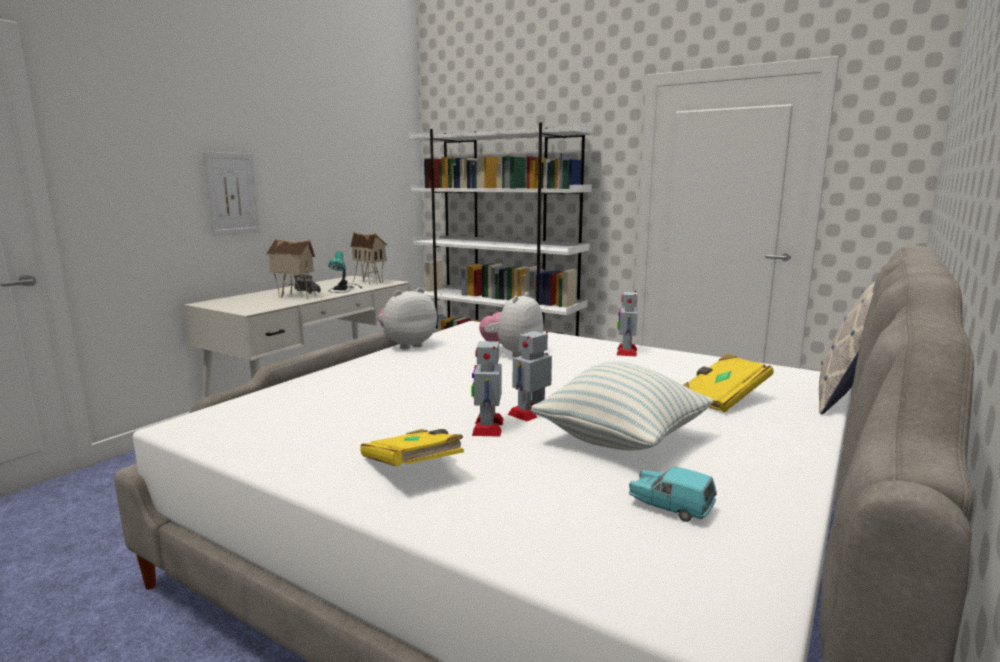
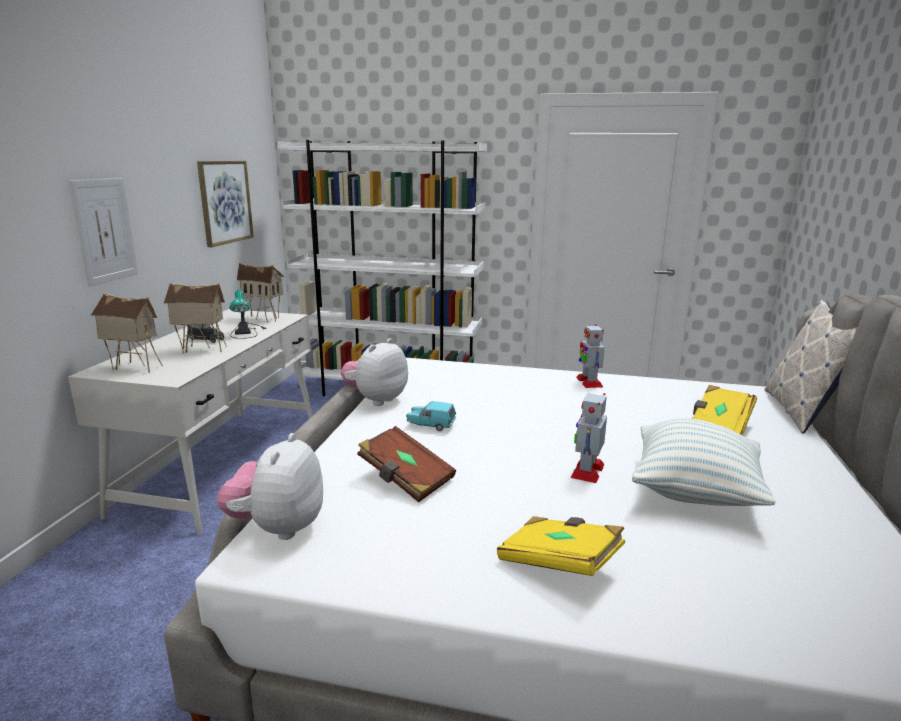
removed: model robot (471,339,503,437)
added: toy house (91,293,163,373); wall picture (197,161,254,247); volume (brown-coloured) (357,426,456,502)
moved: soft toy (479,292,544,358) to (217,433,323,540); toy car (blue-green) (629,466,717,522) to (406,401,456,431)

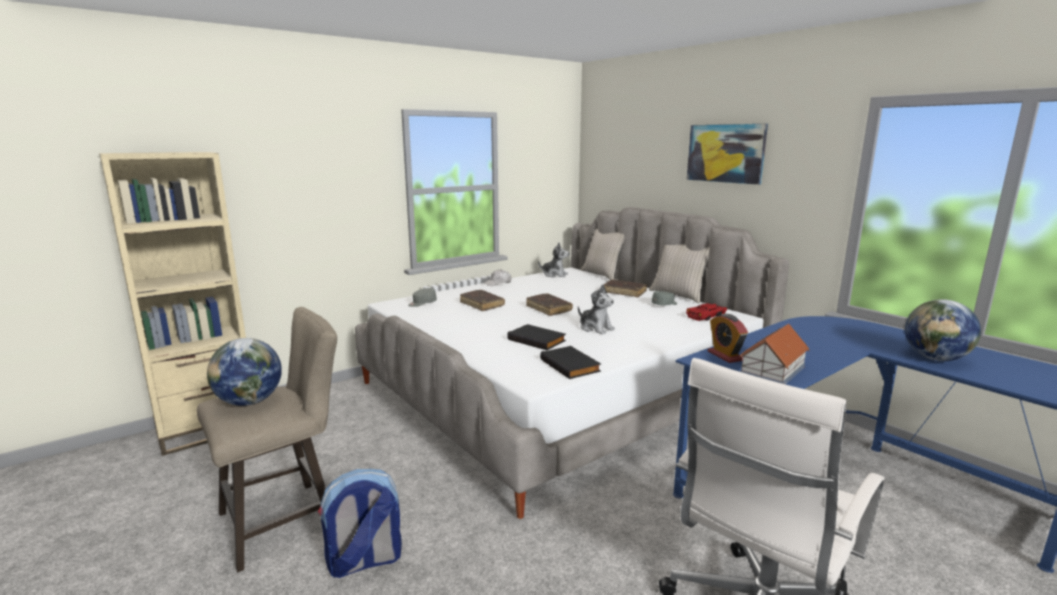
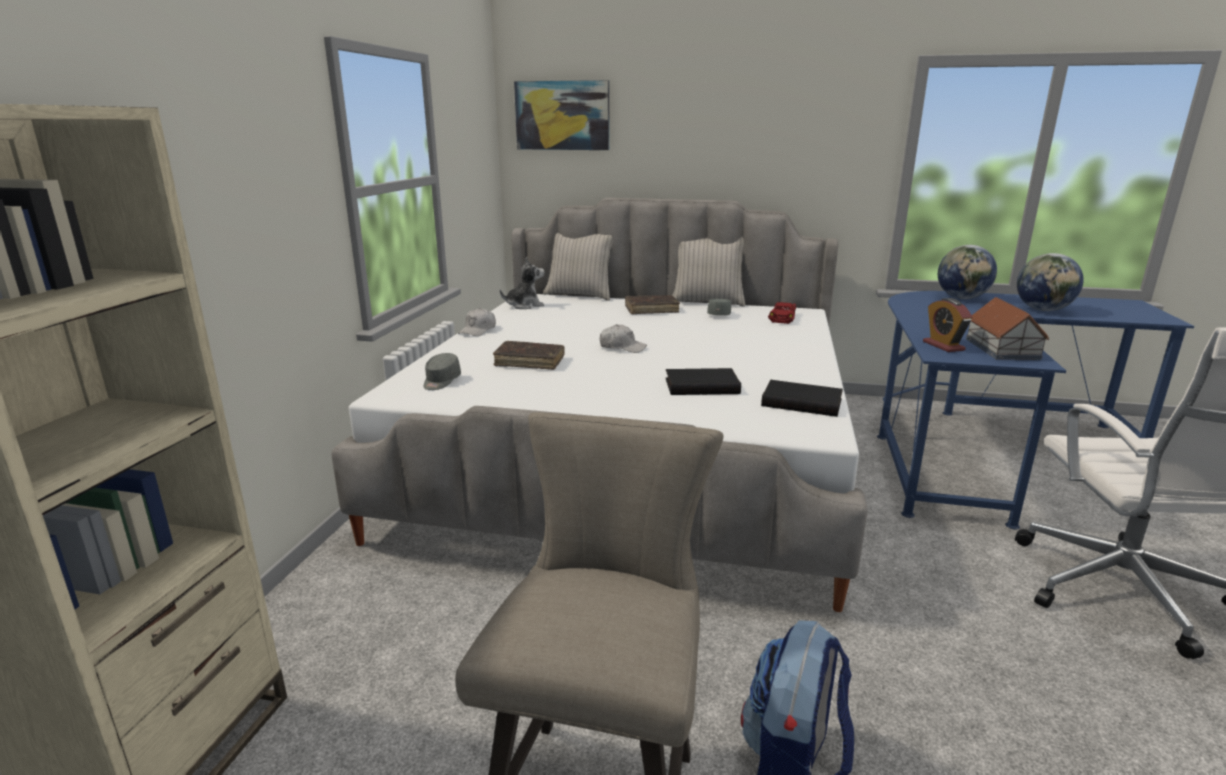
removed: soft toy (578,284,615,334)
moved: globe (207,338,282,406) to (938,245,997,299); wall picture (687,124,768,185) to (514,80,609,150)
replaced: volume (brown-coloured) (526,293,573,316) to baseball cap (white-coloured) (600,324,647,353)
turned: table clock (708,314,748,363) = (923,298,972,352) 45 degrees clockwise

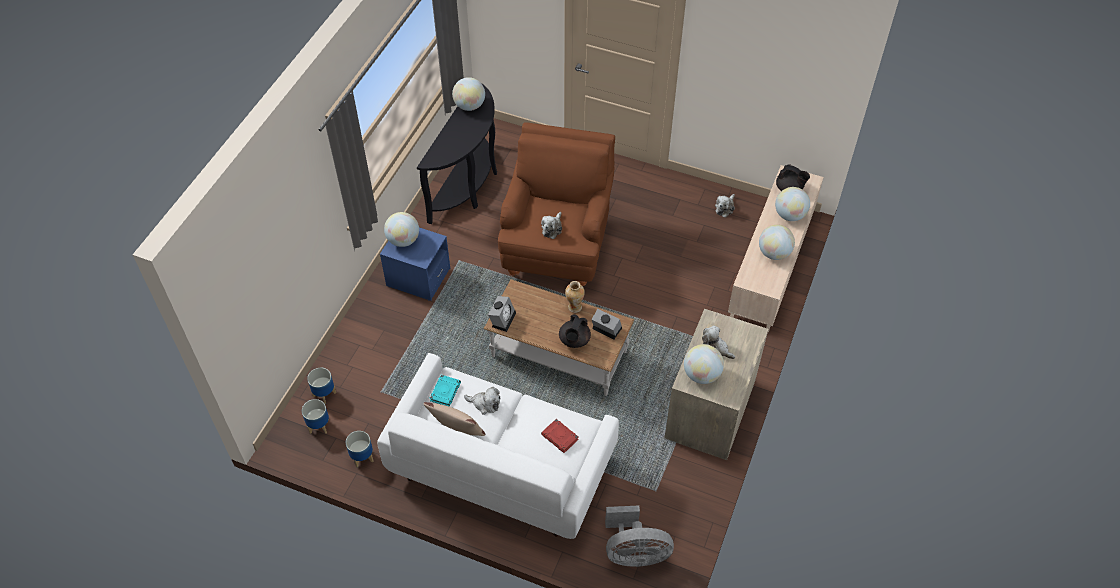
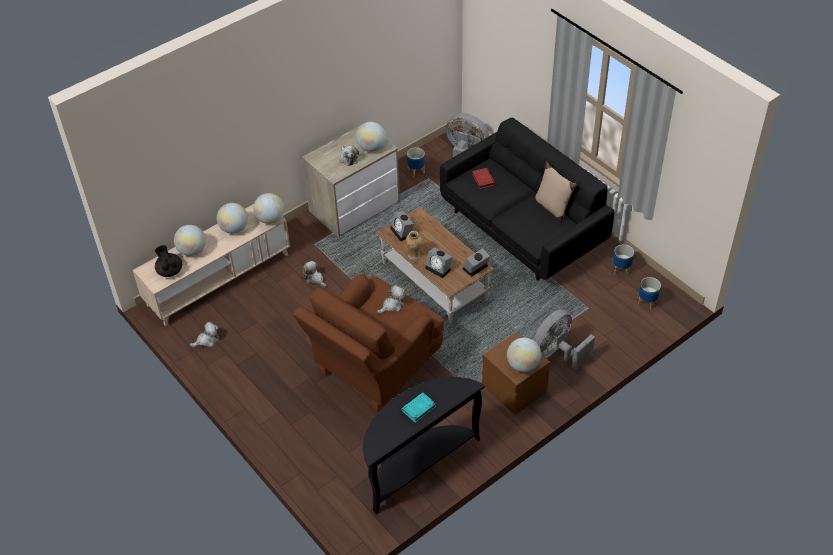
removed: pot for tea (black) (559,314,591,348)
added: table clock (425,248,452,278); fan (grey) (533,310,595,370)
moved: planter (307,368,336,404) to (407,147,425,177); volume (blue-green) (429,375,461,407) to (401,393,436,423); globe (452,77,485,111) to (253,193,284,224); soft toy (464,387,500,415) to (302,261,327,288)
recoloured: settee (white-coloured) (377,353,619,539) to settee (black) (440,118,614,280); nightstand (blue) (380,228,450,301) to nightstand (brown-coloured) (482,332,550,415)

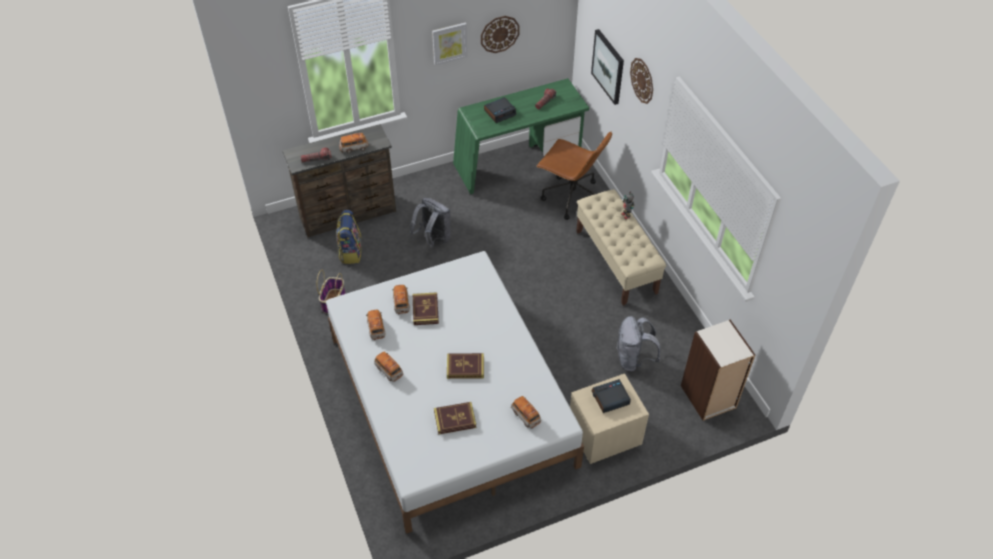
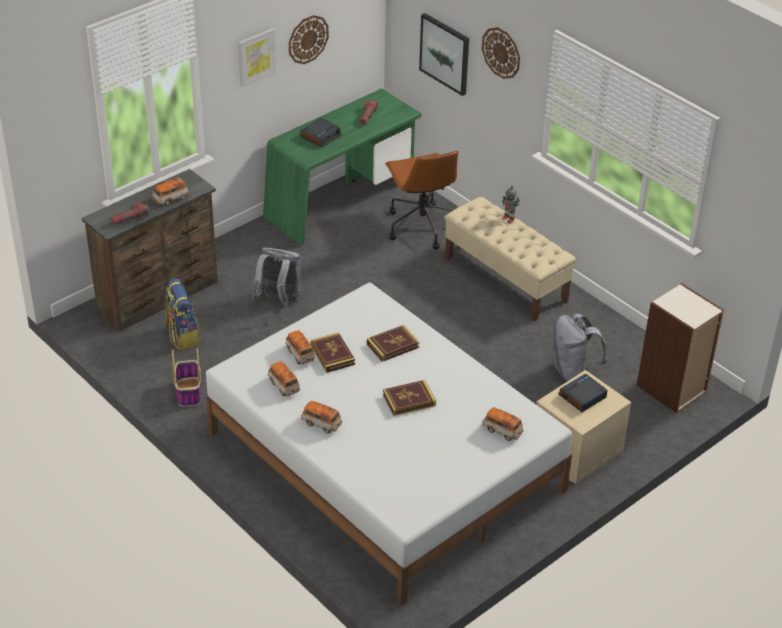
moved: volume (434,402,476,435) to (367,325,419,362)
turned: computer chair (brown-coloured) (536,131,612,220) = (385,151,458,250) 60 degrees clockwise

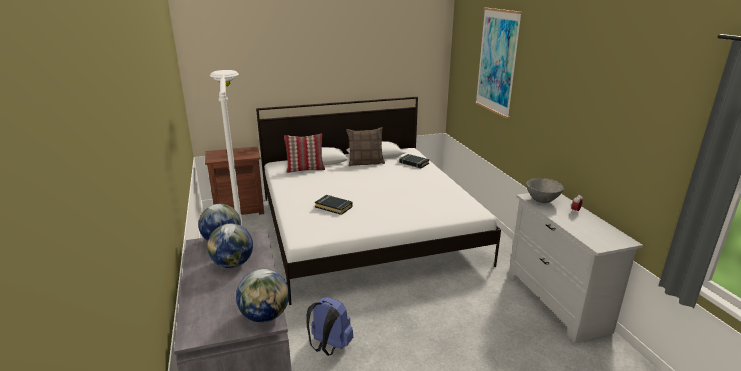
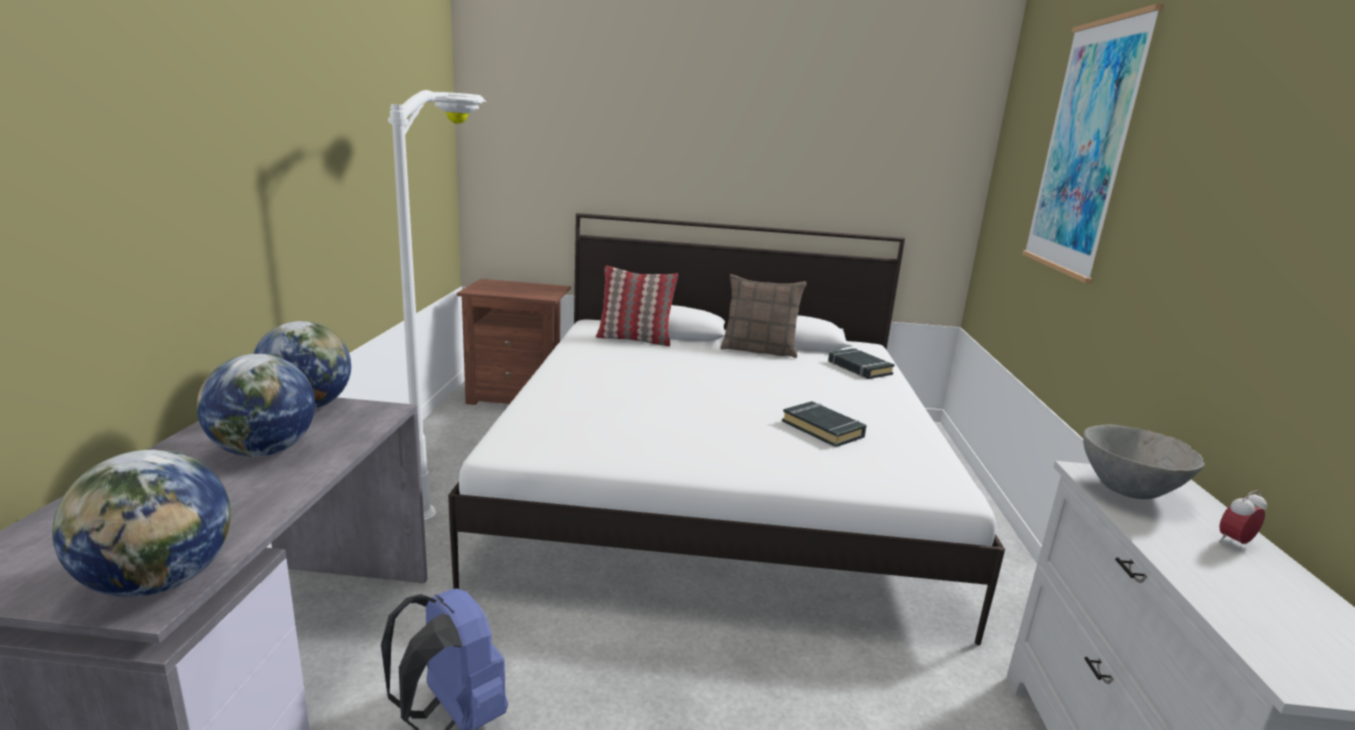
moved: volume (black) (315,195,353,215) to (782,401,867,447)

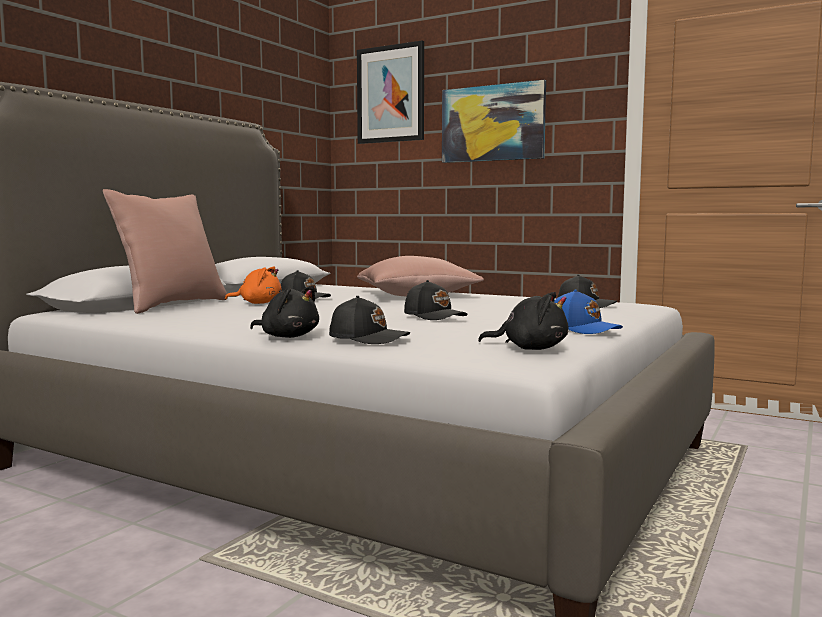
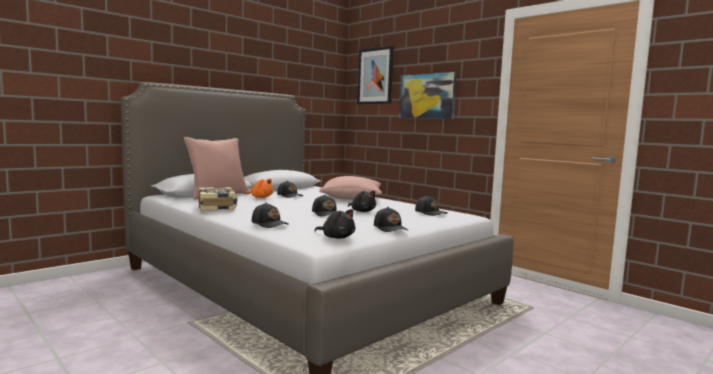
added: volume (199,187,238,211)
moved: soft toy (black) (250,286,319,338) to (348,191,376,212)
recoloured: baseball cap (blue) (554,289,623,334) to baseball cap (black) (374,207,408,232)

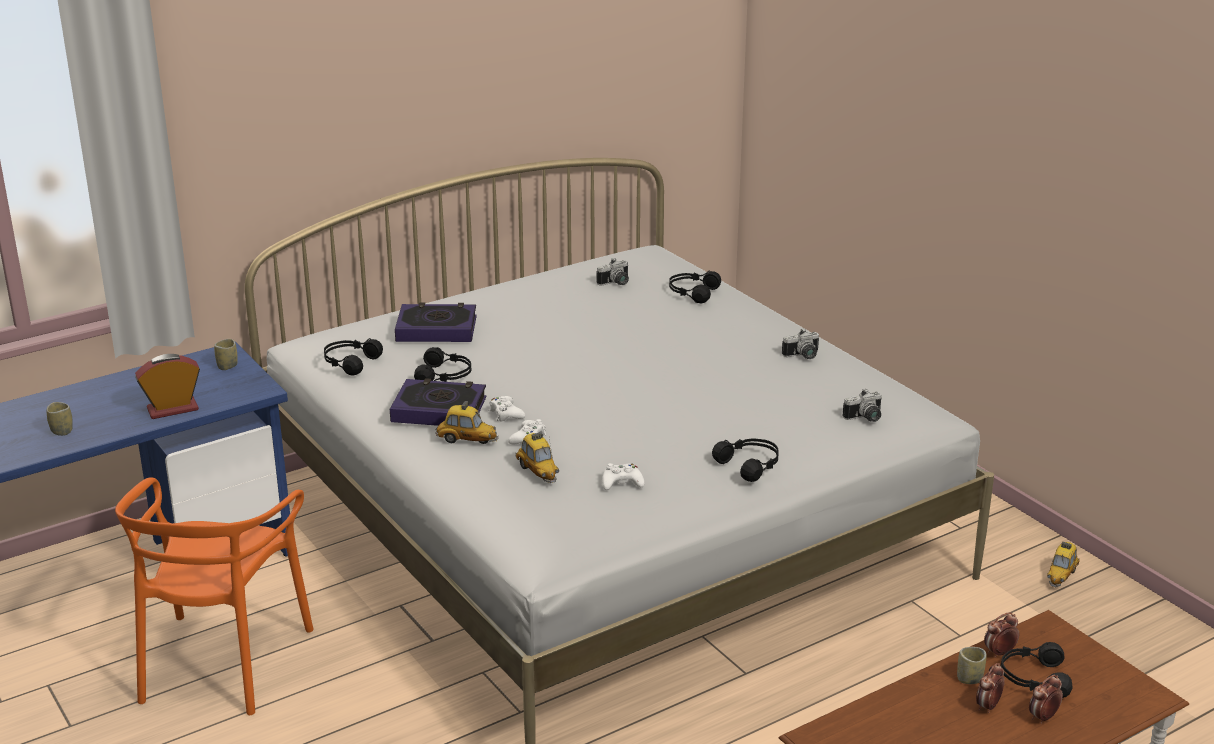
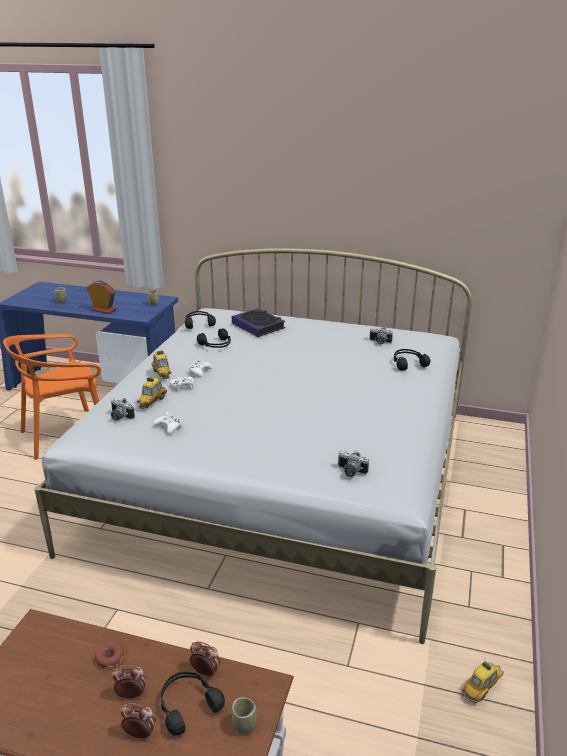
removed: volume (390,378,486,426); headset (black) (712,439,779,482)
added: doughnut (95,642,124,669)
moved: still camera (782,328,819,359) to (110,398,135,420); cup (957,647,987,684) to (232,697,257,735)
turned: toy car (1047,542,1080,587) = (462,661,504,703) 150 degrees clockwise

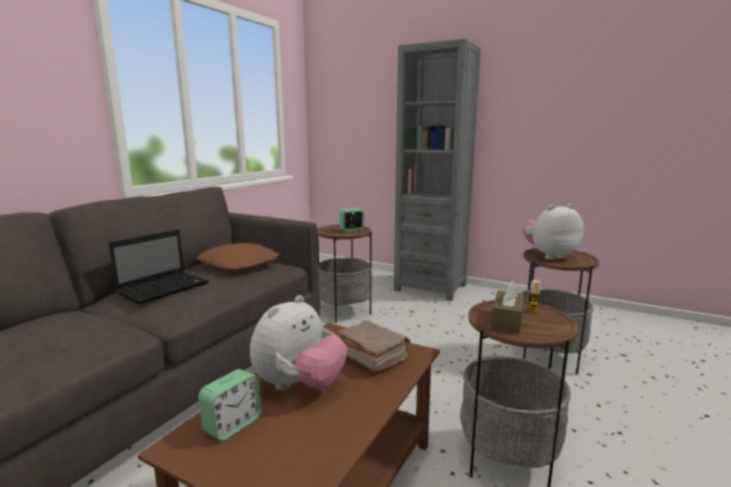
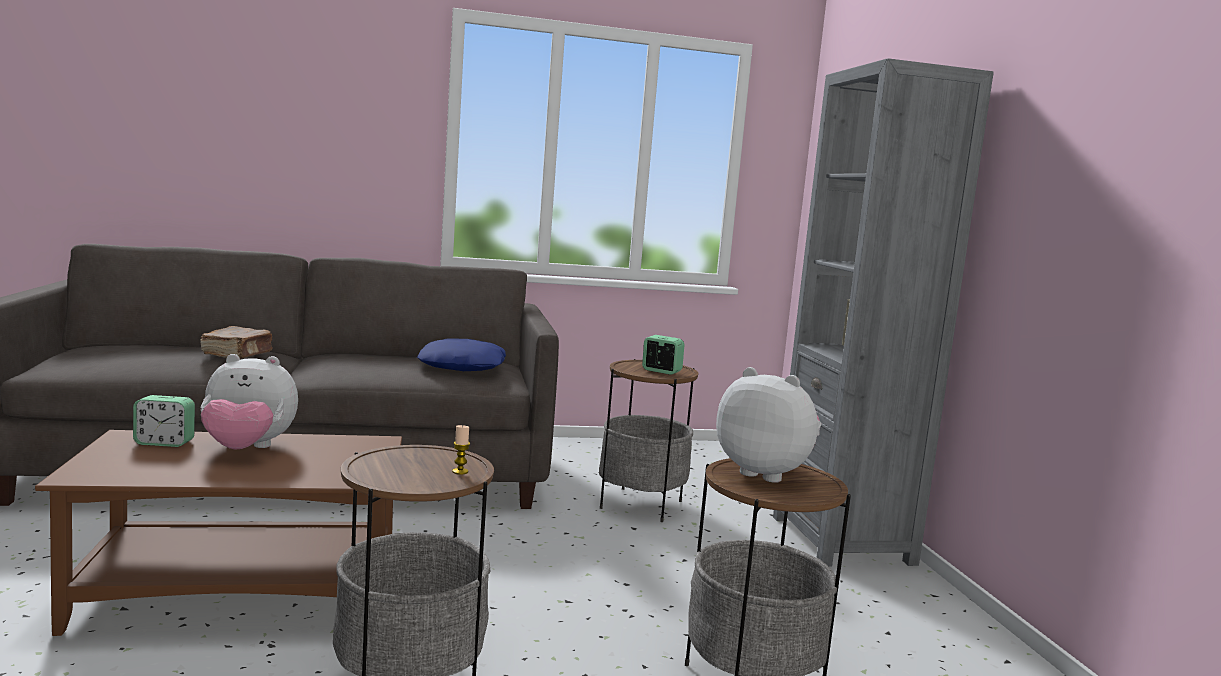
removed: notebook computer (109,229,209,304); box of tissues (brown-coloured) (491,281,524,333)
moved: volume (brown-coloured) (337,320,411,372) to (200,326,273,359)
recoloured: throw pillow (brown-coloured) (197,243,279,272) to throw pillow (blue) (417,338,506,371)

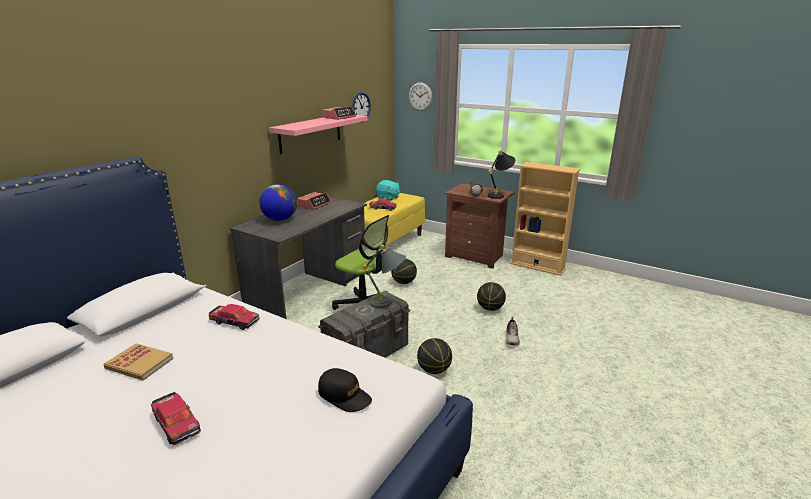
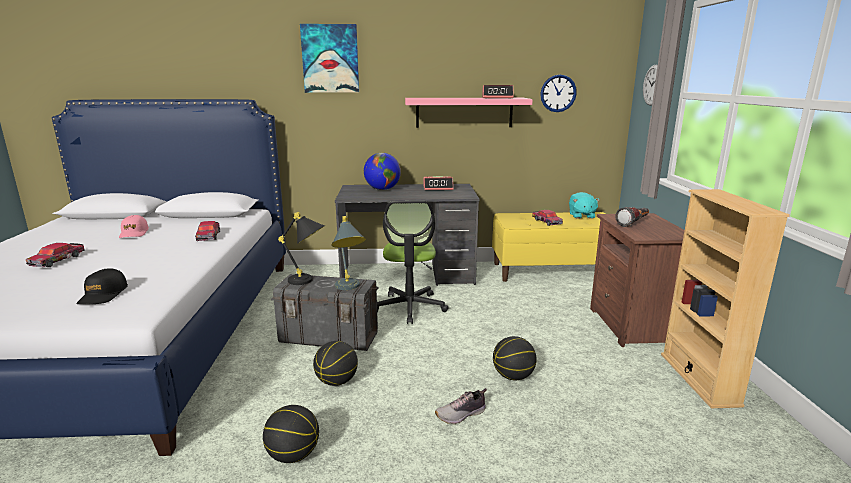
added: wall picture (300,24,359,93)
moved: basketball (391,259,417,284) to (263,405,319,463); lamp for a table (black) (488,150,515,199) to (278,212,325,285)
replaced: volume (104,343,173,381) to baseball cap (pinkish) (119,215,149,238)

